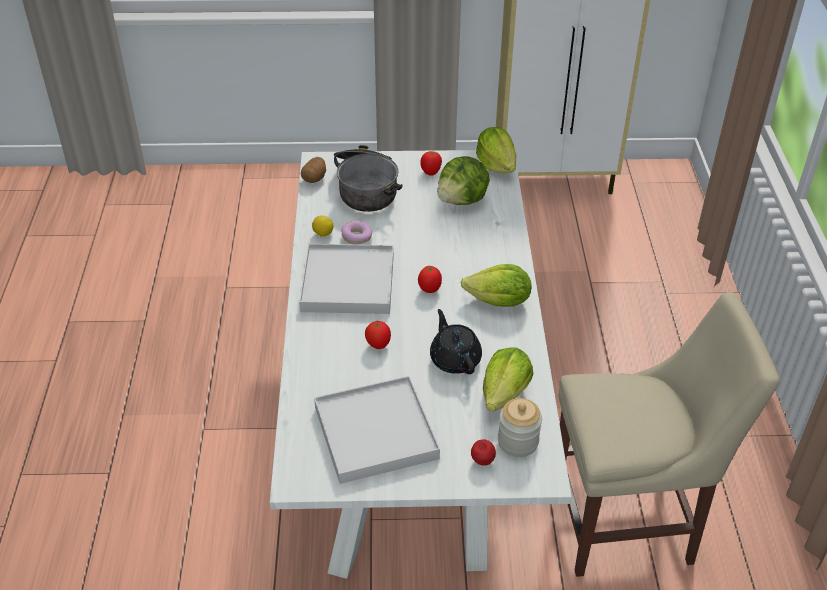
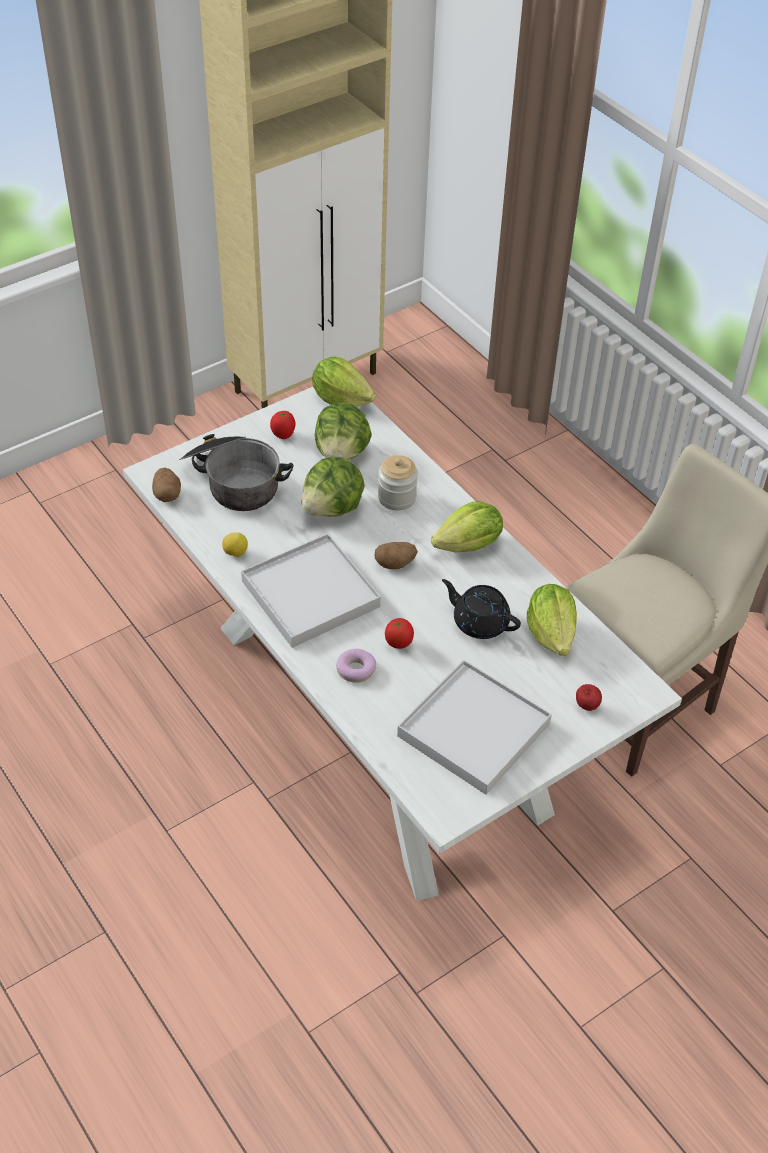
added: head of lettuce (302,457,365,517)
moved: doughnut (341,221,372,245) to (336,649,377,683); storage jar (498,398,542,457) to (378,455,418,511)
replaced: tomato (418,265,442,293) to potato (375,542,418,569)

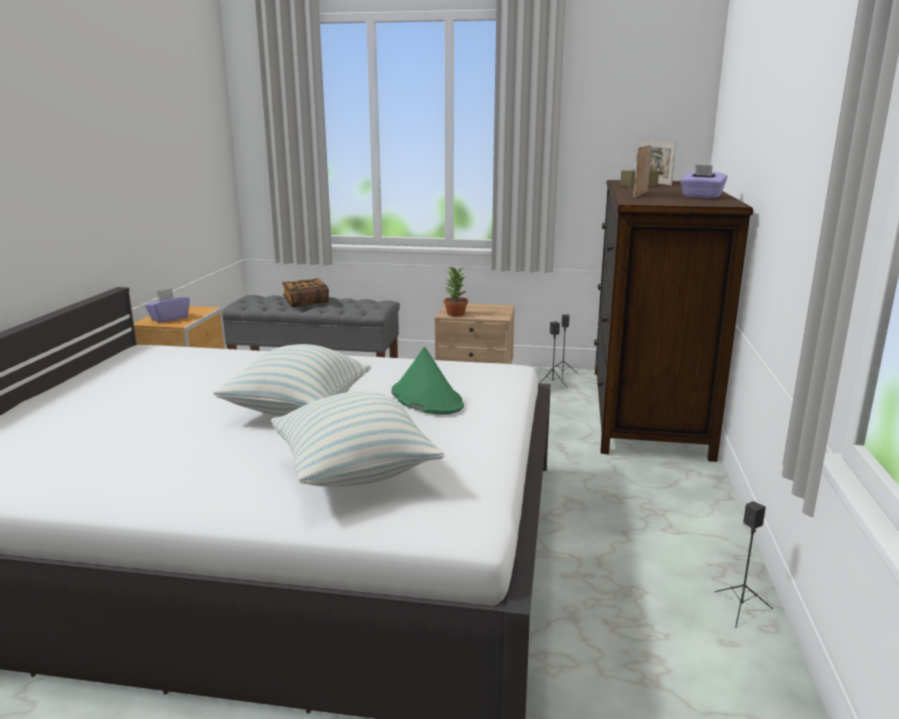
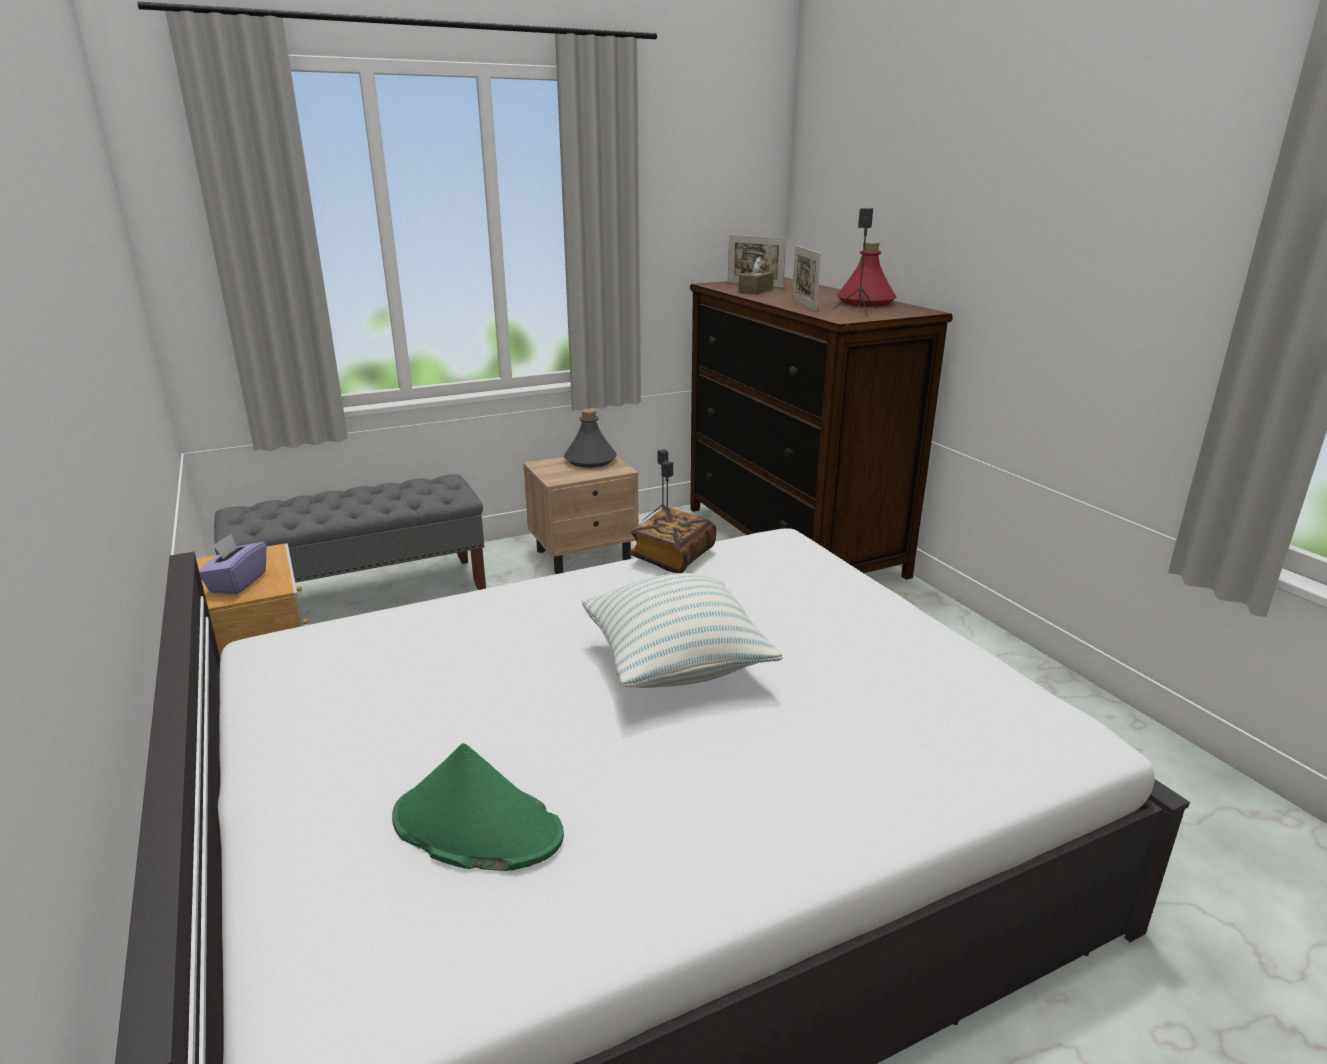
removed: throw pillow (271,391,444,487); plant in a pot (444,267,468,317)
added: drink bottle (grey) (564,409,617,468)
moved: volume (282,279,329,307) to (629,507,716,573); wearable hat (green-coloured) (391,347,464,415) to (392,743,564,871); speaker (black) (715,501,773,628) to (832,208,877,316)
replaced: box of tissues (purple) (681,164,727,198) to drink bottle (reddish) (837,242,896,307)

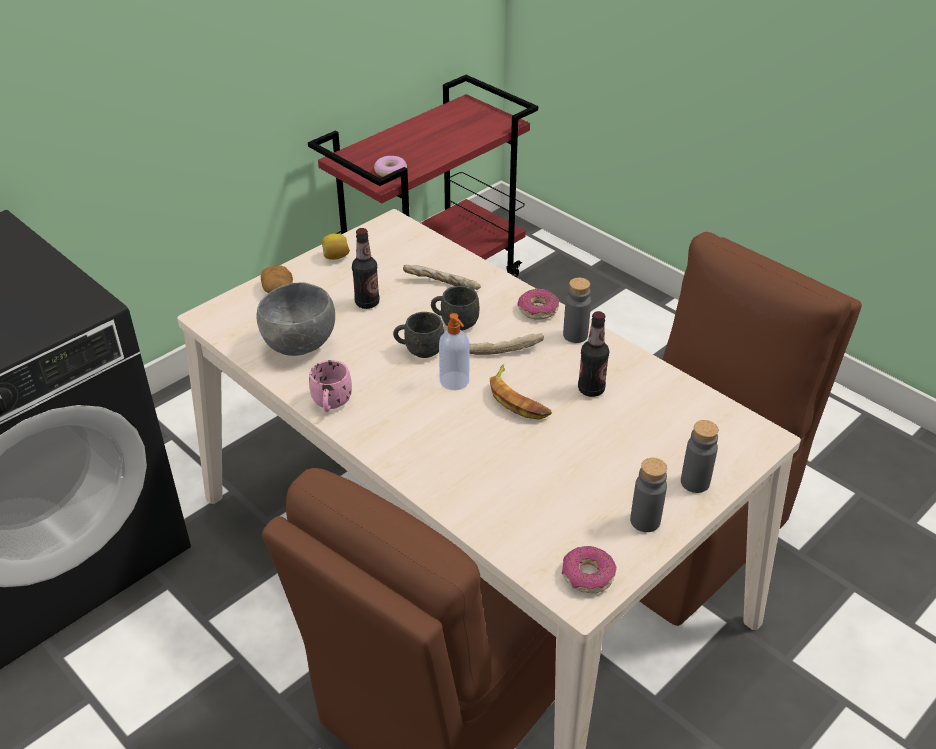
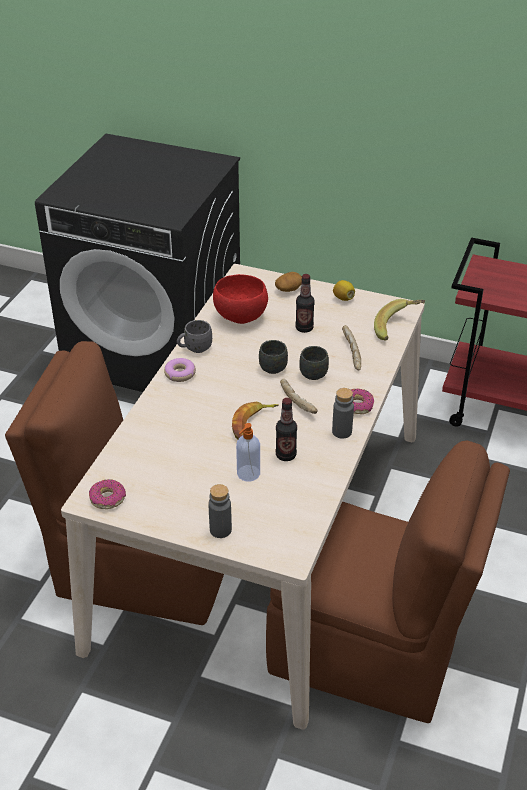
removed: drink bottle (grey) (630,458,667,532)
added: whole banana (374,299,425,341)
moved: doughnut (374,156,407,177) to (164,358,196,382); liquid soap bottle (439,313,469,390) to (236,423,260,481)
recoloured: deep dish (grey) (257,282,335,356) to deep dish (reddish) (213,274,268,324); mug (pinkish) (309,360,352,412) to mug (grey) (177,320,212,353)

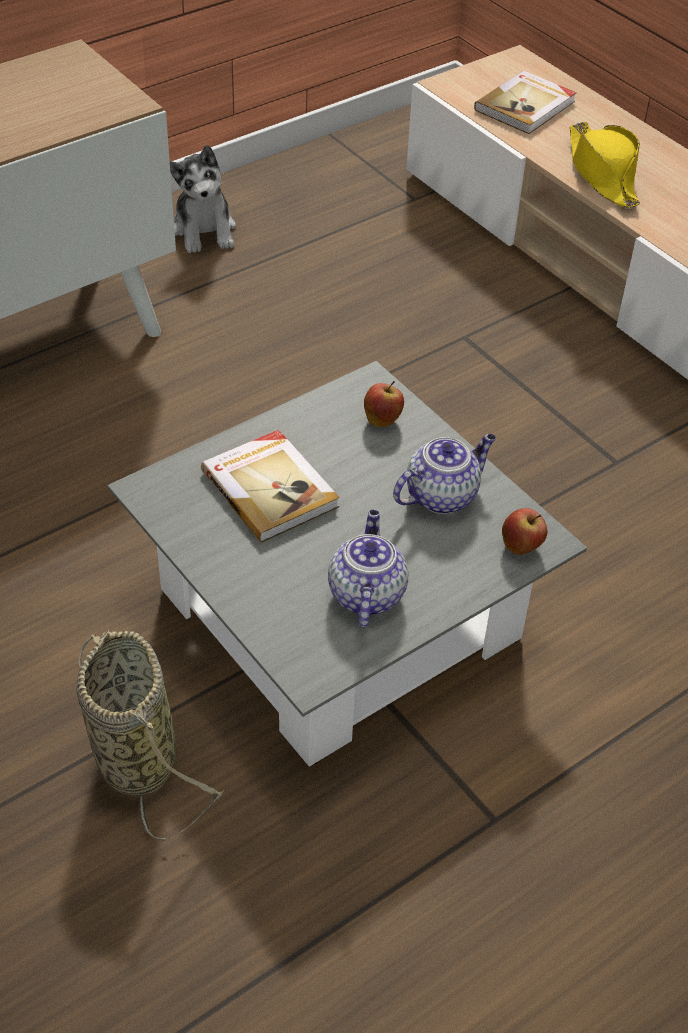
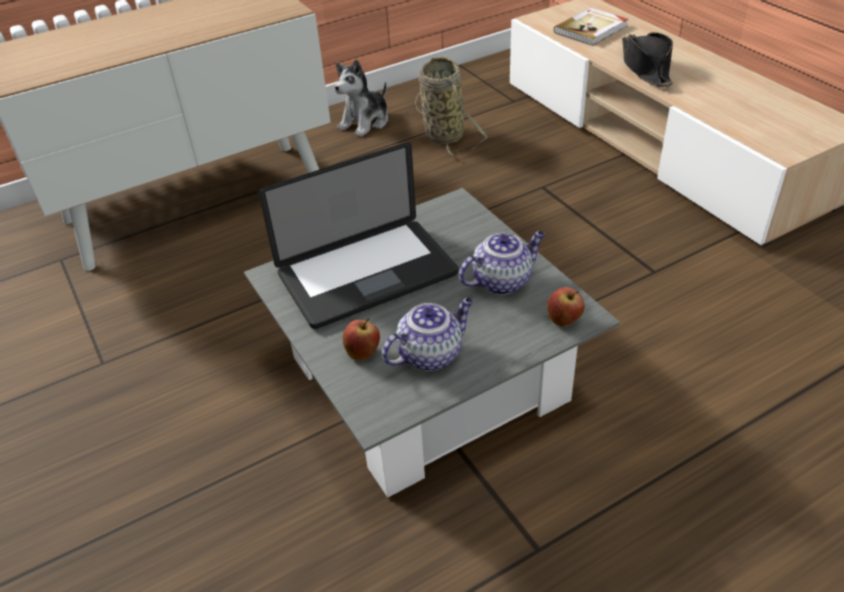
moved: storage basket (77,630,224,841) to (415,57,488,156); apple fruit (364,381,404,427) to (343,318,380,360)
replaced: volume (201,430,340,542) to notebook computer (259,142,458,329)
recoloured: wearable hat (yellow) (570,122,640,208) to wearable hat (black) (622,32,673,87)
turned: soft toy (170,145,236,253) = (334,59,388,137) 45 degrees clockwise; pot for tea (328,510,408,627) = (382,298,474,371) 45 degrees clockwise

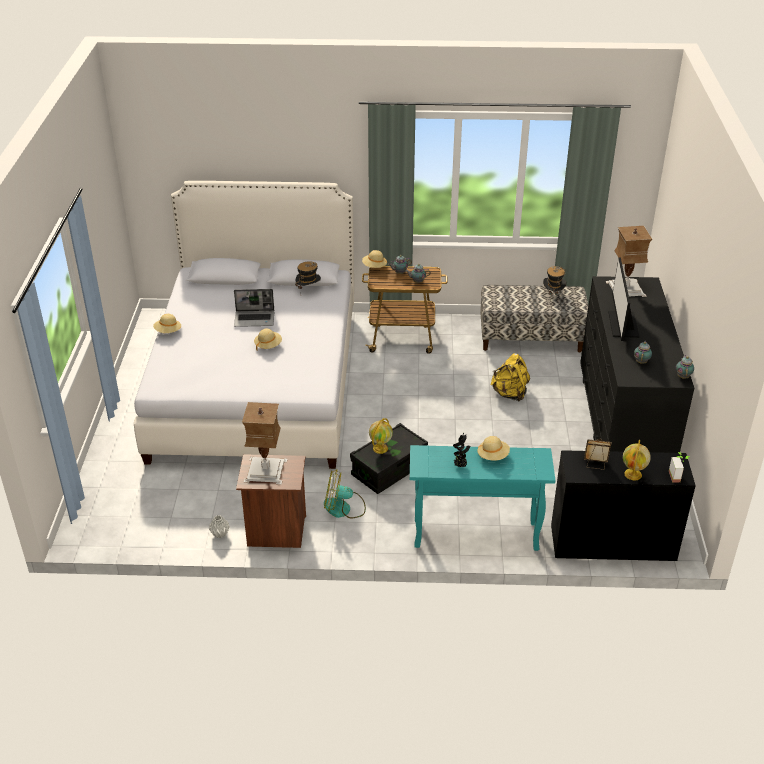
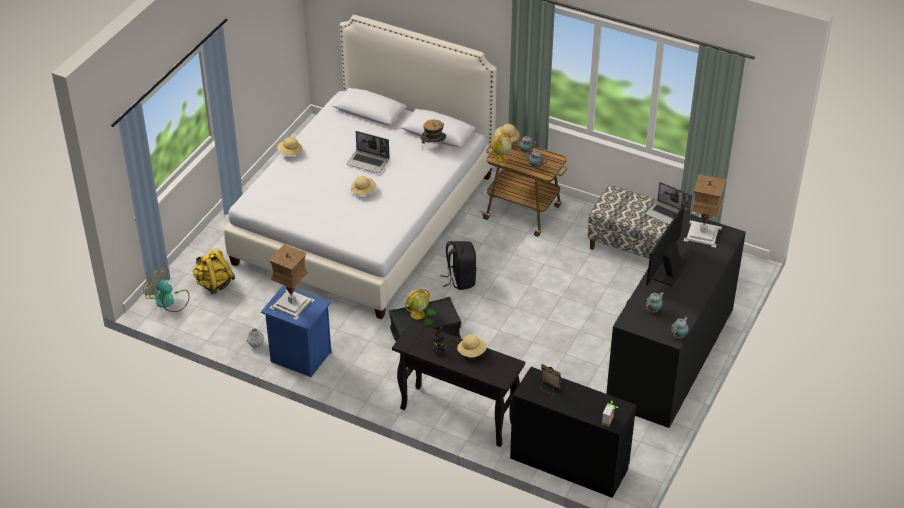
added: rucksack (black) (441,241,477,290)
moved: fan (324,469,366,518) to (143,266,189,312); rucksack (yellow) (491,353,530,402) to (193,248,235,294); globe (623,440,651,480) to (491,133,512,163)
replaced: wearable hat (543,266,566,295) to notebook computer (645,182,692,225)
recoloured: nightstand (brown-coloured) (236,454,306,548) to nightstand (blue) (261,285,331,377); narrow table (blue-green) (410,445,555,551) to narrow table (black) (392,321,525,447)

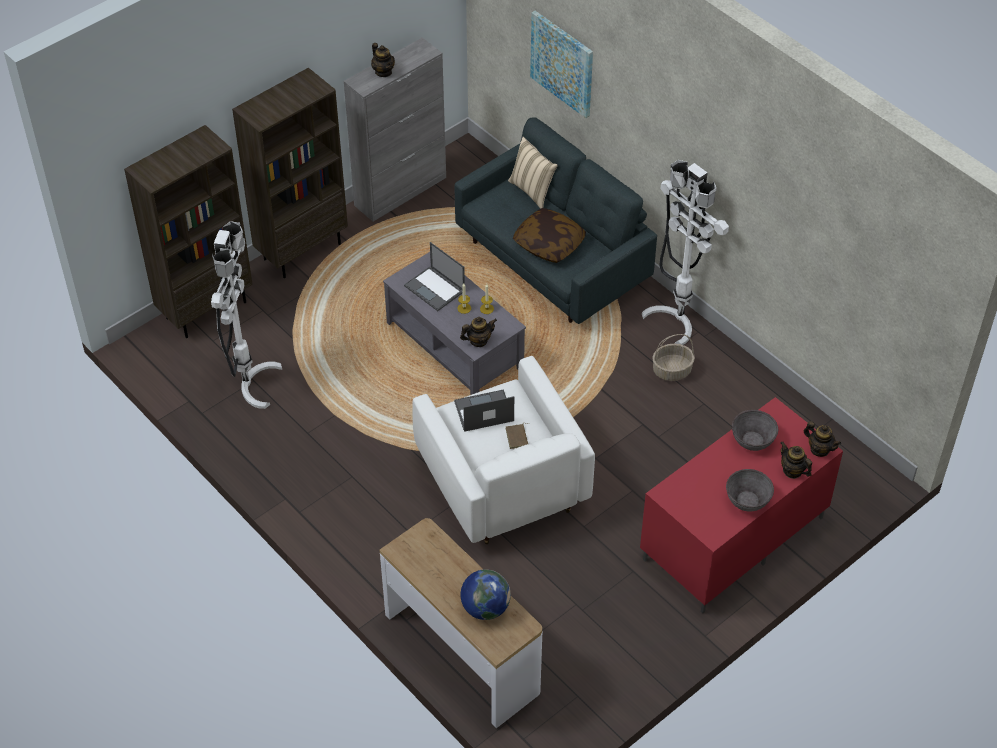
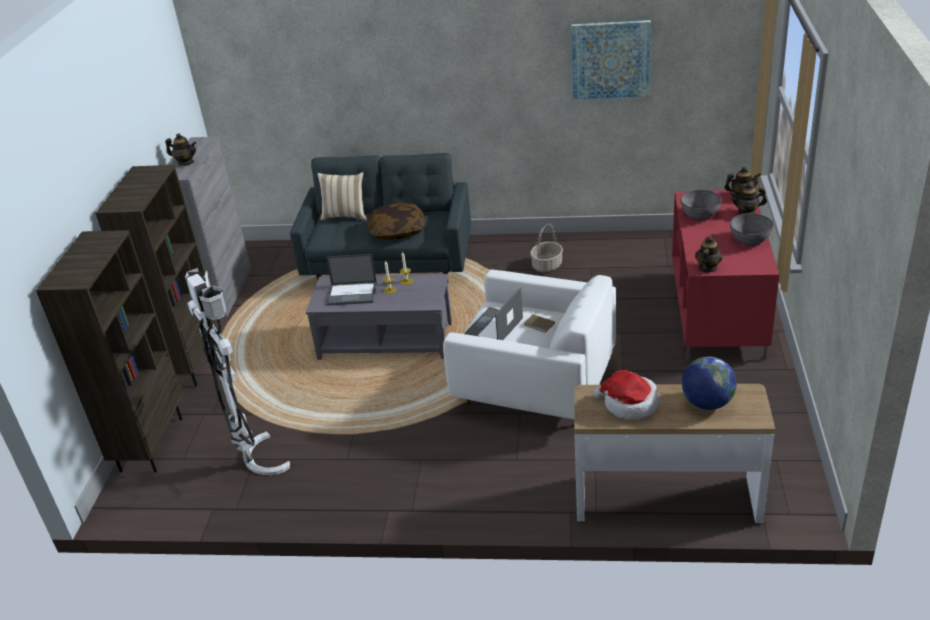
removed: floor lamp (white-coloured) (642,160,729,345)
added: wearable hat (593,370,659,420)
moved: pot for tea (460,317,497,347) to (695,236,723,272); wall picture (530,11,593,118) to (571,20,651,99)

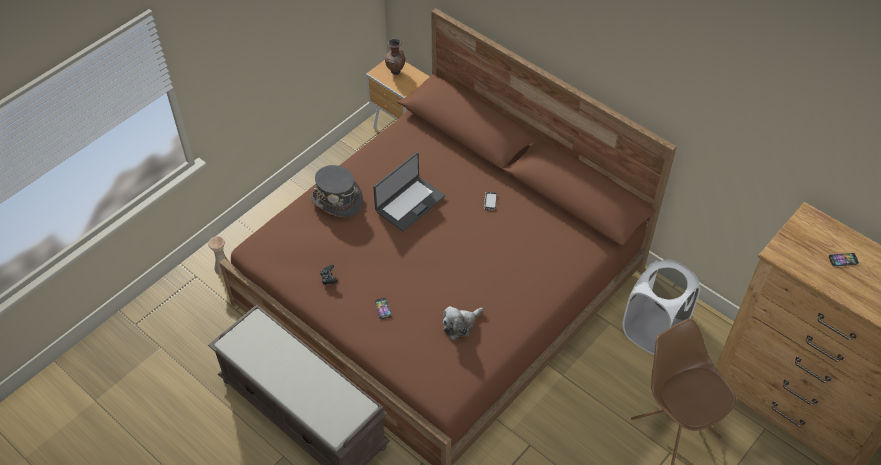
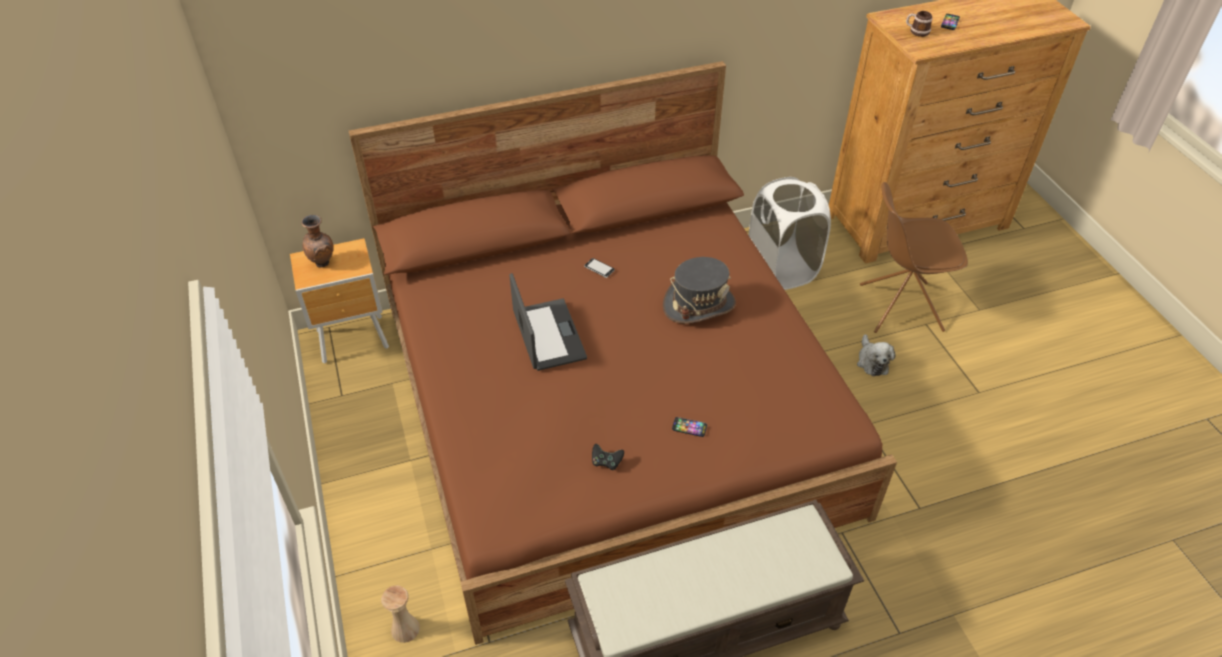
added: mug (906,11,933,37)
moved: wearable hat (grey) (310,165,363,217) to (663,257,736,324); soft toy (443,306,483,340) to (857,334,896,376)

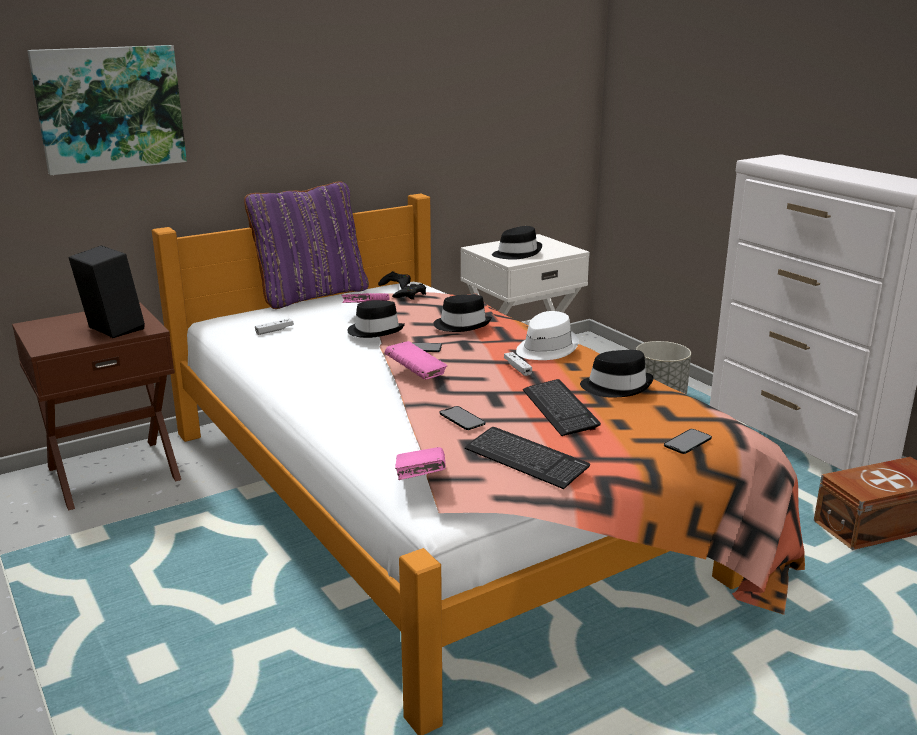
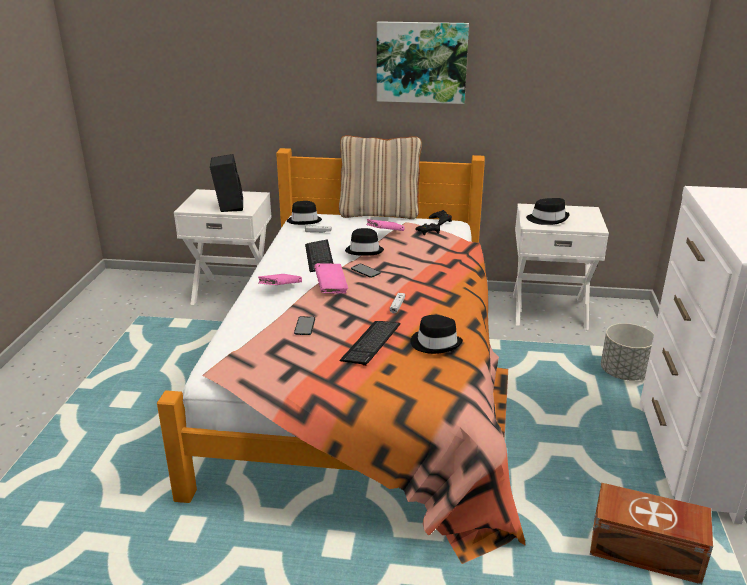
removed: wearable hat (white-coloured) (516,311,579,360); telephone (664,429,712,454)
moved: wall picture (27,45,187,175) to (377,21,469,104); volume (pinkish) (395,447,446,480) to (258,274,302,285); wearable hat (black) (433,295,492,332) to (287,201,322,225); keyboard (465,427,590,489) to (305,240,334,272)
recoloured: nightstand (brown-coloured) (12,302,181,511) to nightstand (white-coloured) (174,189,272,305); throw pillow (purple) (244,181,369,309) to throw pillow (beige-coloured) (339,135,422,219)

